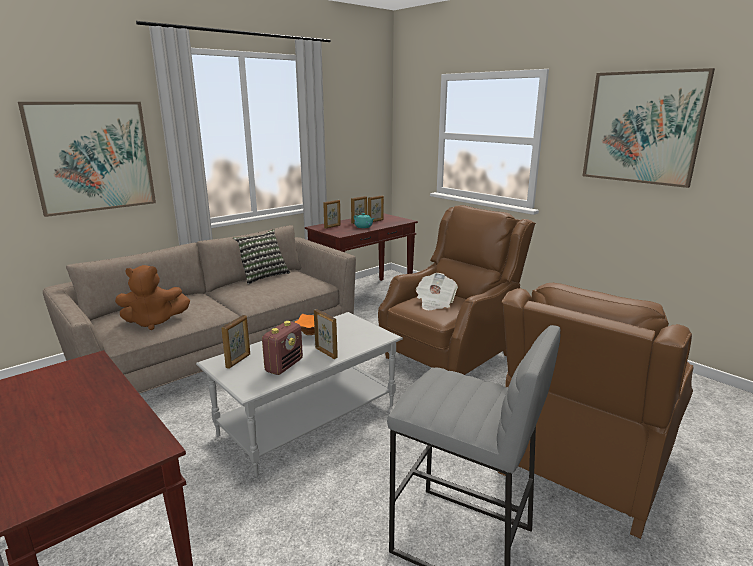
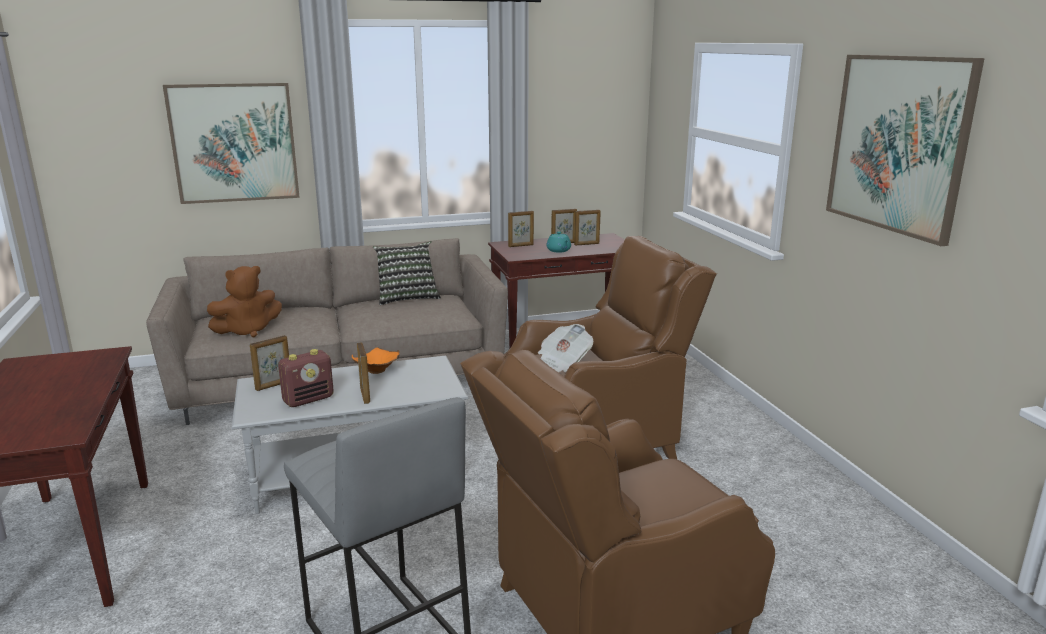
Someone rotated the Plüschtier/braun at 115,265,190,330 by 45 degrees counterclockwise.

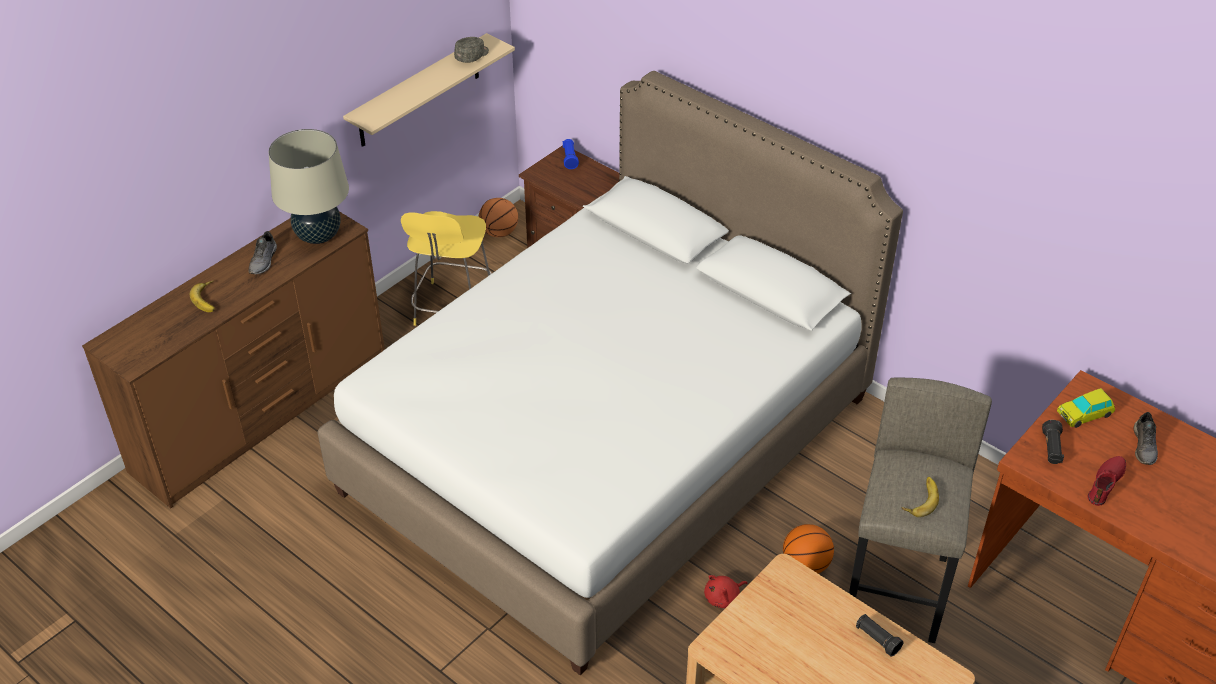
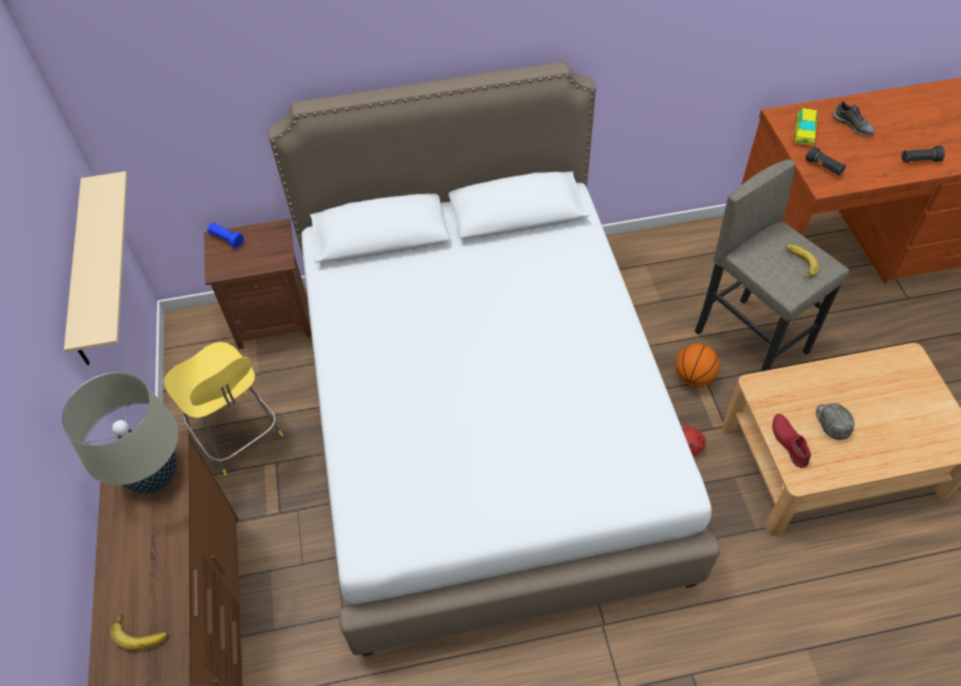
Someone took away the Schuh/grau at 249,231,277,274.
Someone carried the Kappe/grau from 454,37,489,63 to 816,403,855,440.
Someone took away the Basketball at 479,198,518,237.
Someone carried the Taschenlampe/schwarz from 856,614,903,657 to 902,146,945,163.
Someone carried the Schuh/rot from 1088,456,1126,506 to 772,414,811,468.

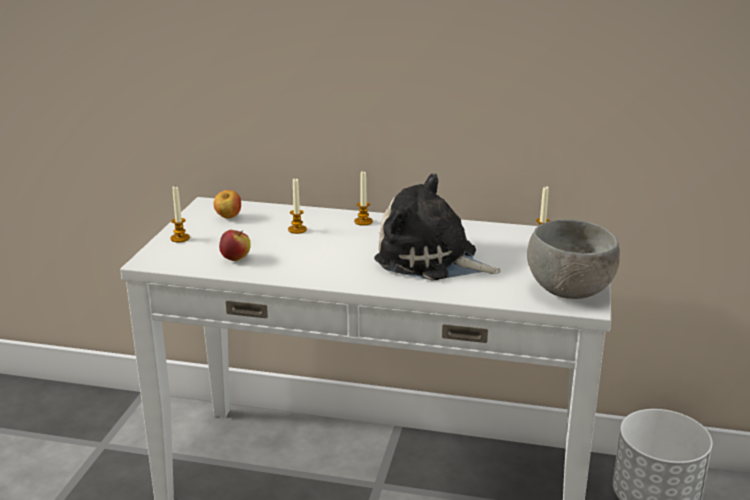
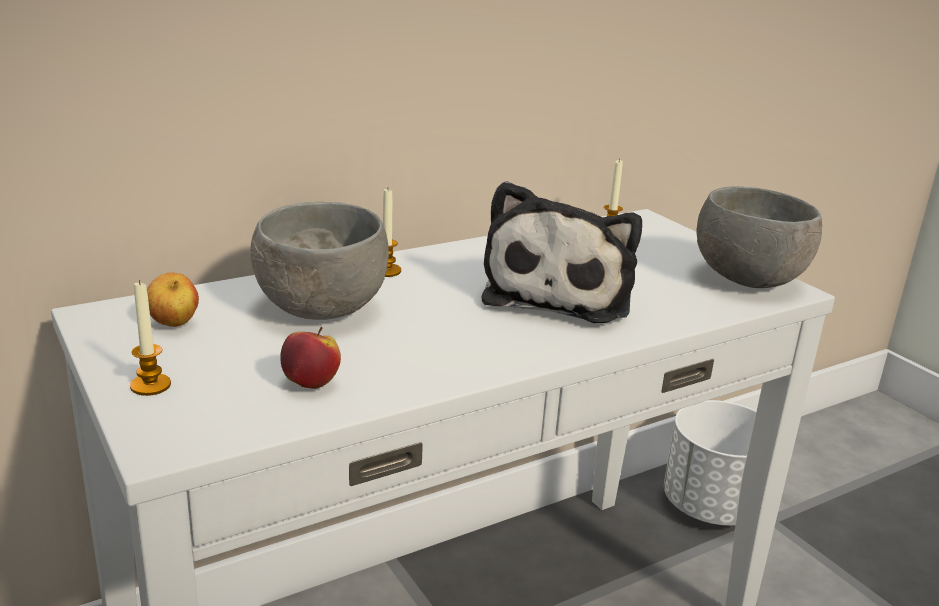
Someone swapped the Kerze at 288,177,307,234 for the Schüssel/grau at 250,202,389,320.
Someone rotated the Plüschtier at 374,173,501,281 by 60 degrees counterclockwise.

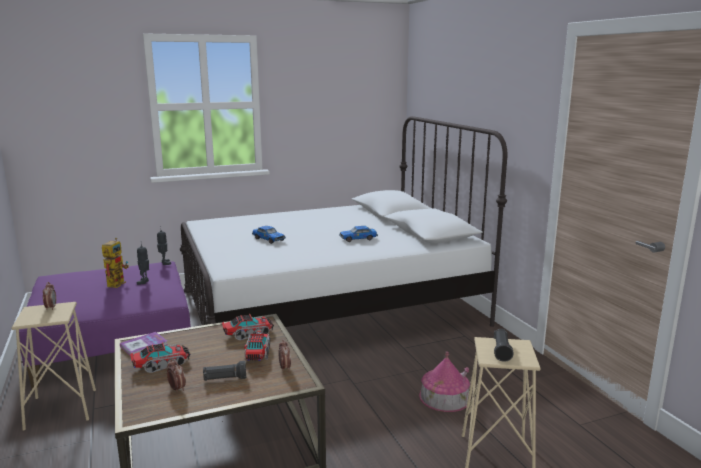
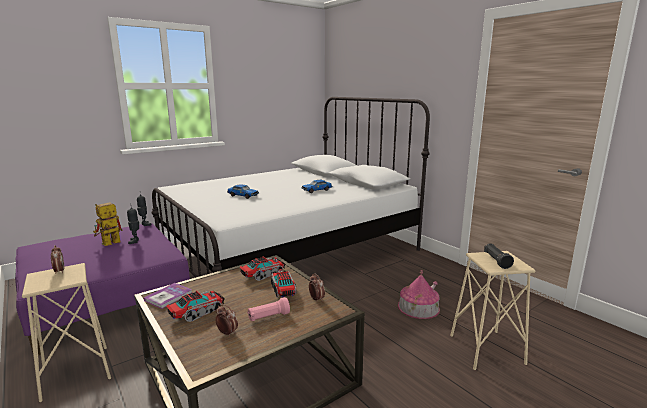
Someone rotated the Spielzeugroboter at 102,238,129,288 by 135 degrees counterclockwise.
Someone repainted the Taschenlampe/schwarz at 203,361,246,381, which became the Taschenlampe/rosa at 247,297,290,321.

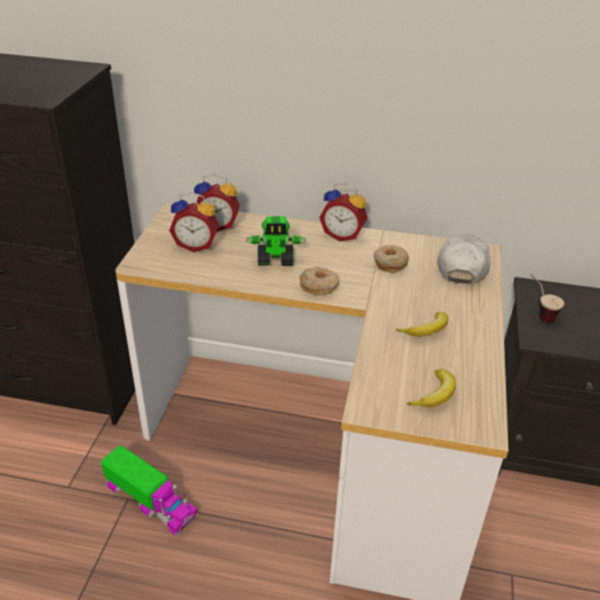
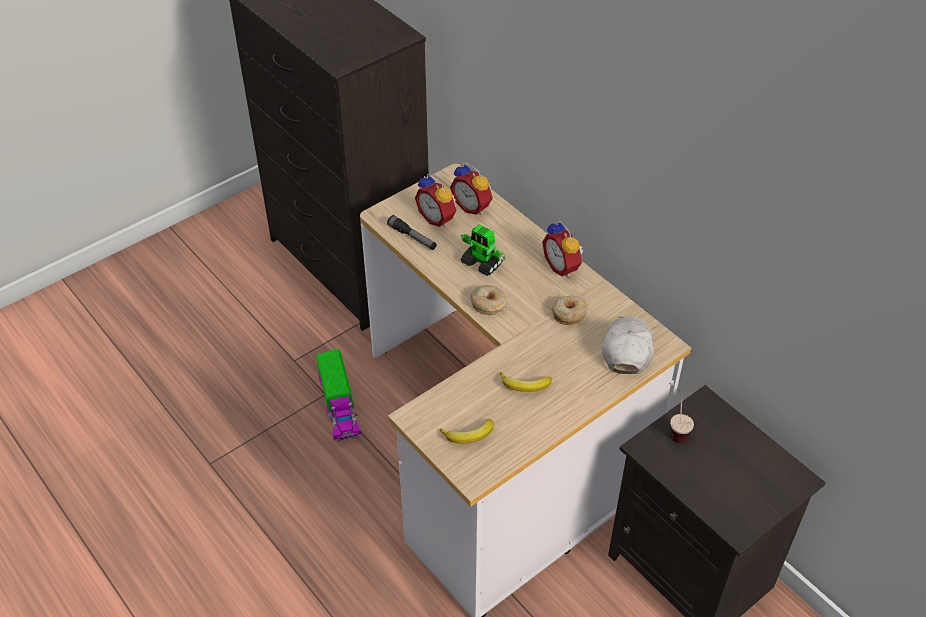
Someone rotated the Kappe/weiß at 437,234,490,284 by 45 degrees counterclockwise.
Someone put down the Taschenlampe at 387,215,437,250.

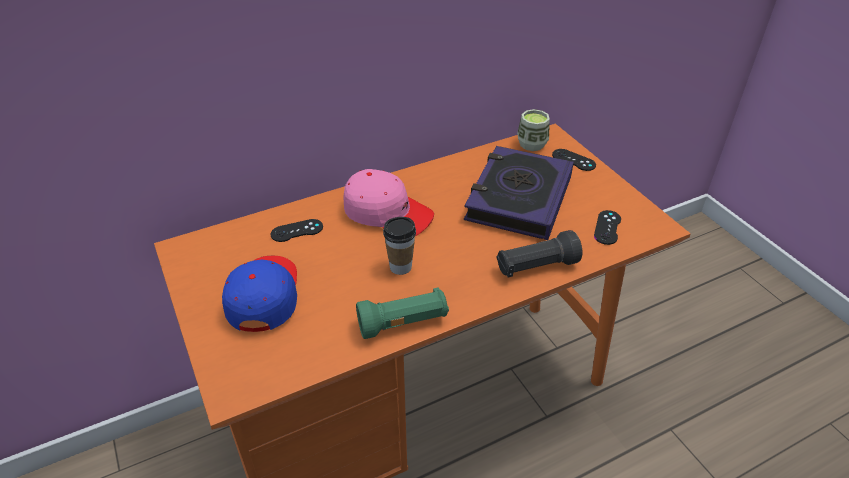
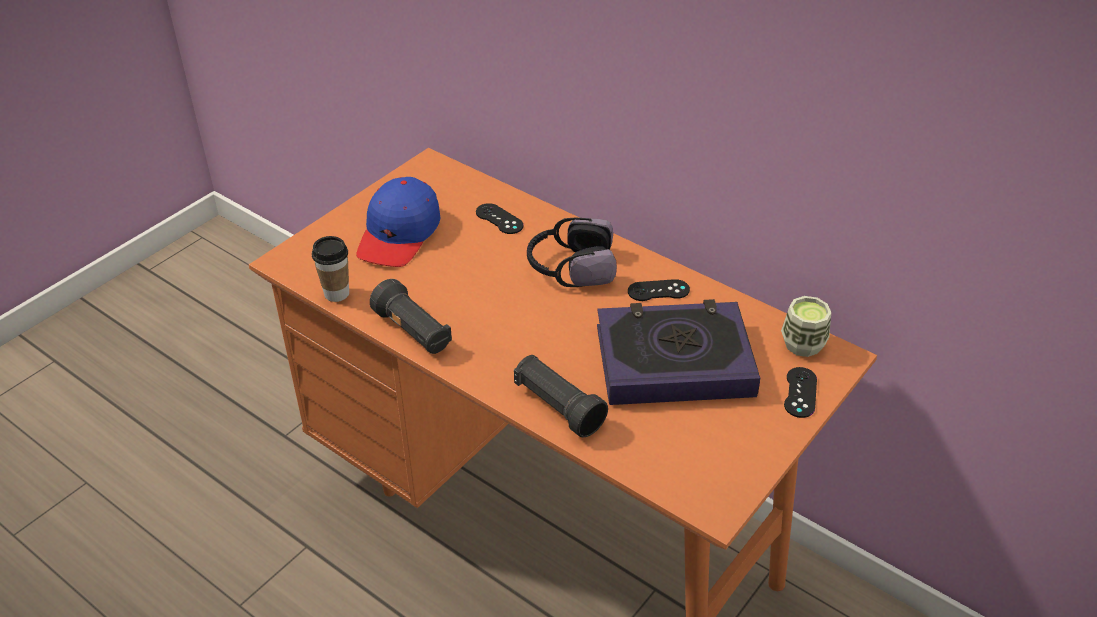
Someone rotated the Kappe/blau at 222,256,297,332 by 135 degrees clockwise.
Someone swapped the Kappe/rosa at 344,169,434,236 for the Kopfhörer at 527,218,617,287.
Someone repainted the Taschenlampe/grün at 356,287,449,339, which became the Taschenlampe/schwarz at 370,279,452,354.
Someone carried the Tasse from 383,217,416,275 to 312,236,349,302.
Someone carried the Gamepad/schwarz from 594,210,621,245 to 628,279,690,301.

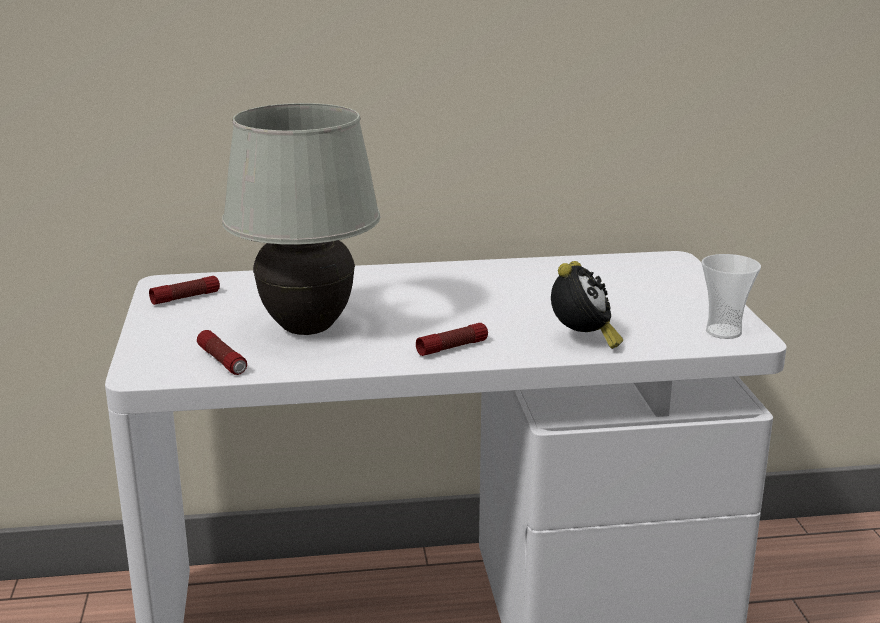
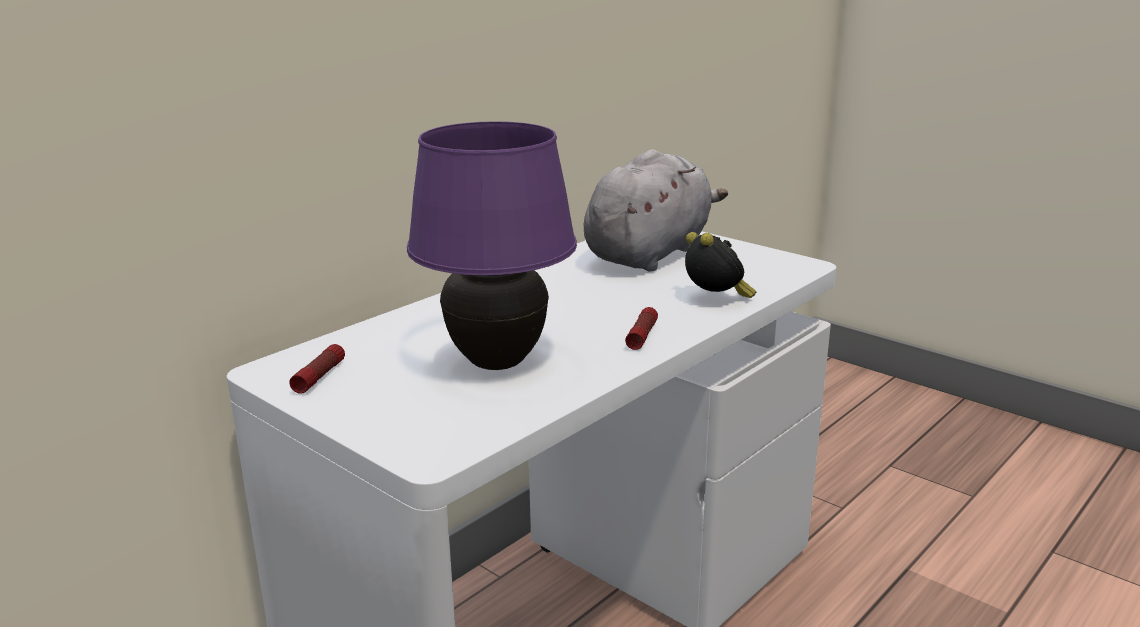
Someone took away the Taschenlampe at 197,330,247,375.
Someone repainted the Tischlampe/weiß at 222,103,380,335, which became the Tischlampe/lila at 407,121,577,370.
Someone took away the Tasse at 701,254,761,339.
Someone put down the Plüschtier/grau at 584,149,728,272.

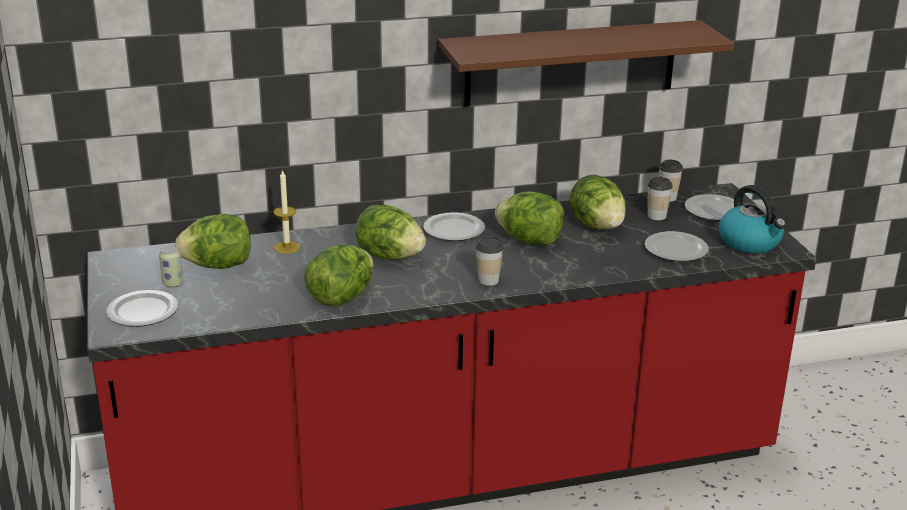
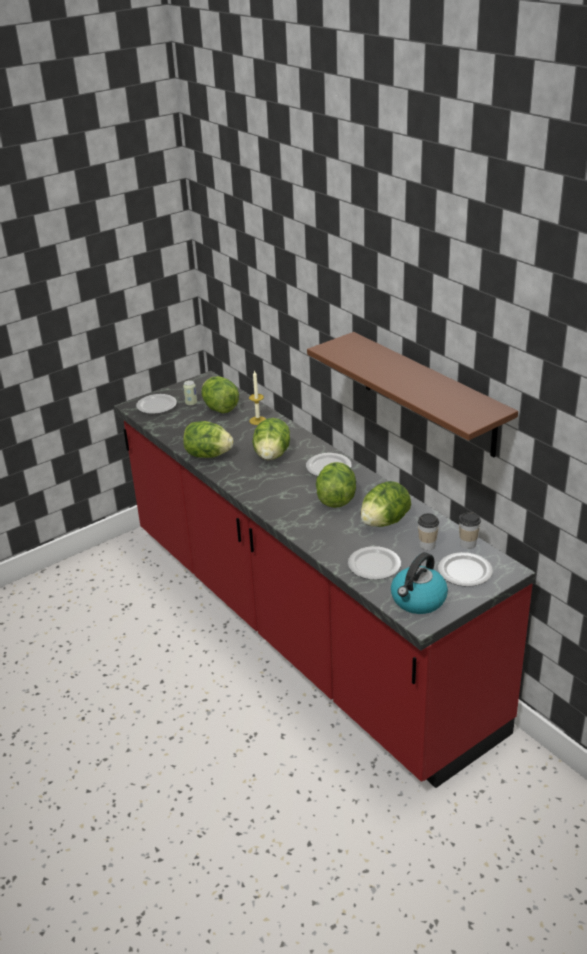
Someone took away the Tasse at 476,237,503,286.

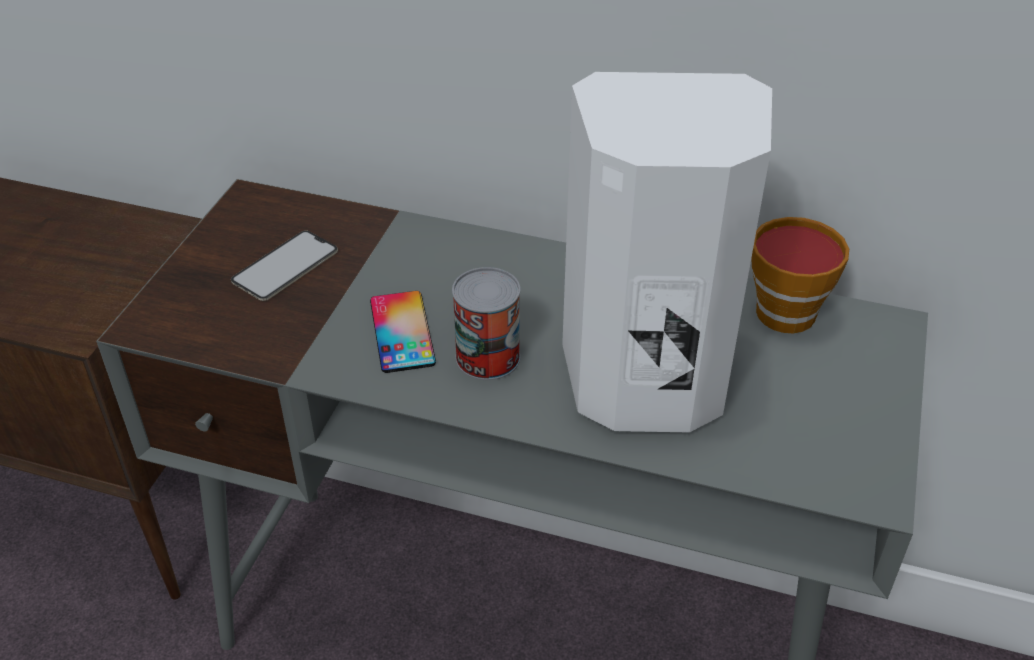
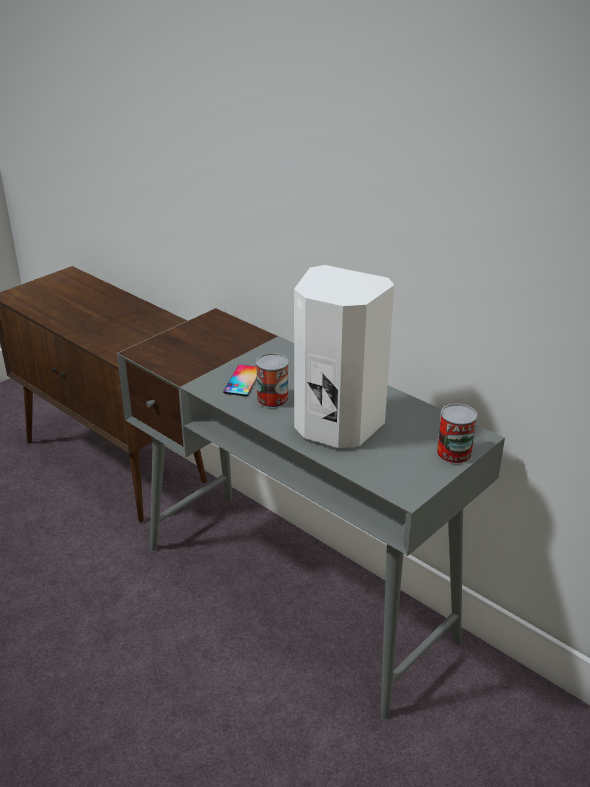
Someone took away the Handy at 231,230,338,301.
Someone took away the Tasse at 752,217,849,333.
Someone put down the Dose at 437,404,477,464.

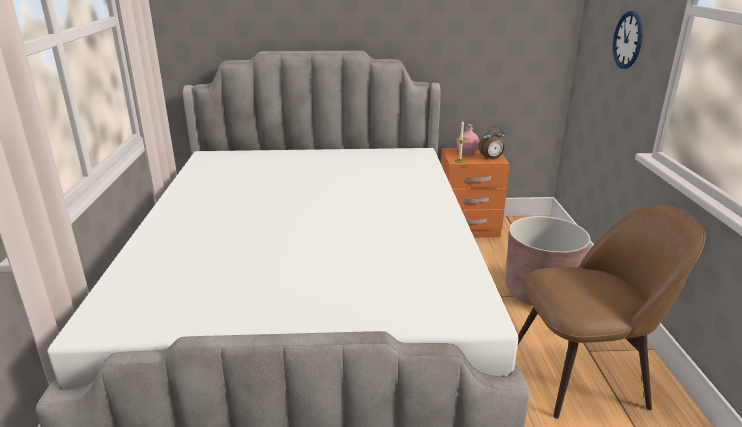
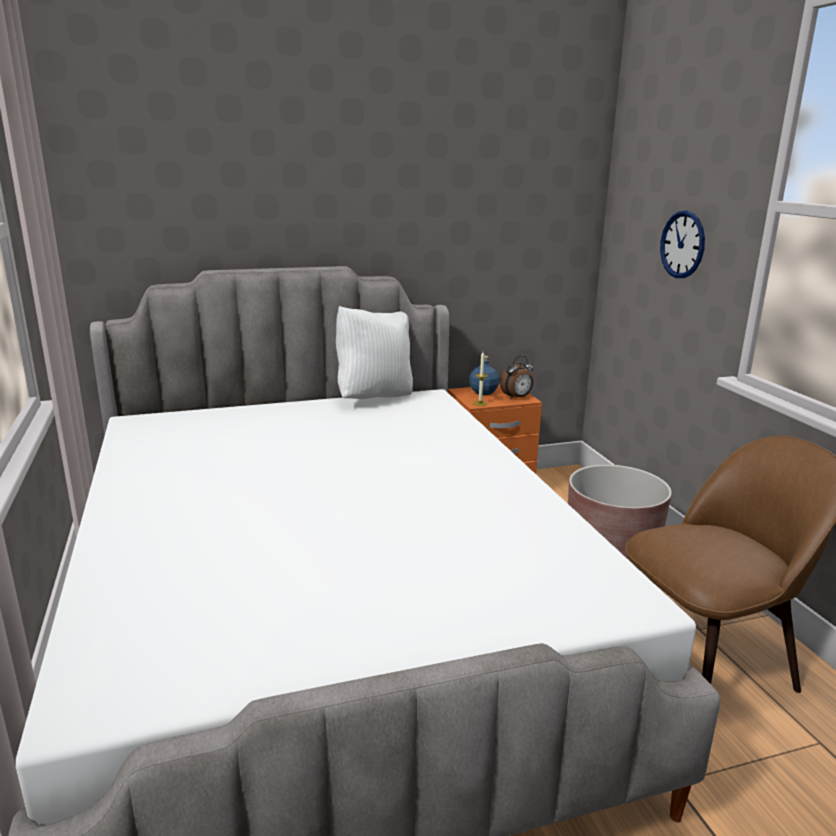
Someone repainted the Flasche/rosa at 457,124,480,155, which became the Flasche/blau at 469,356,500,395.
Someone put down the Kissen/weiß at 336,306,413,399.

